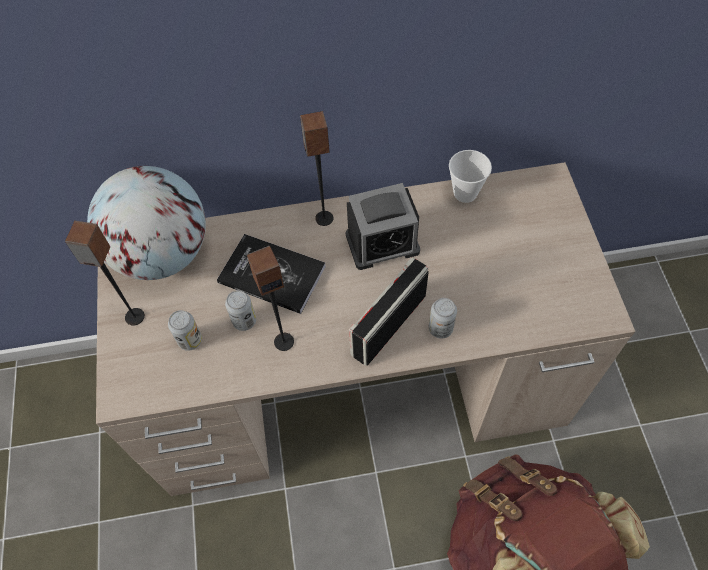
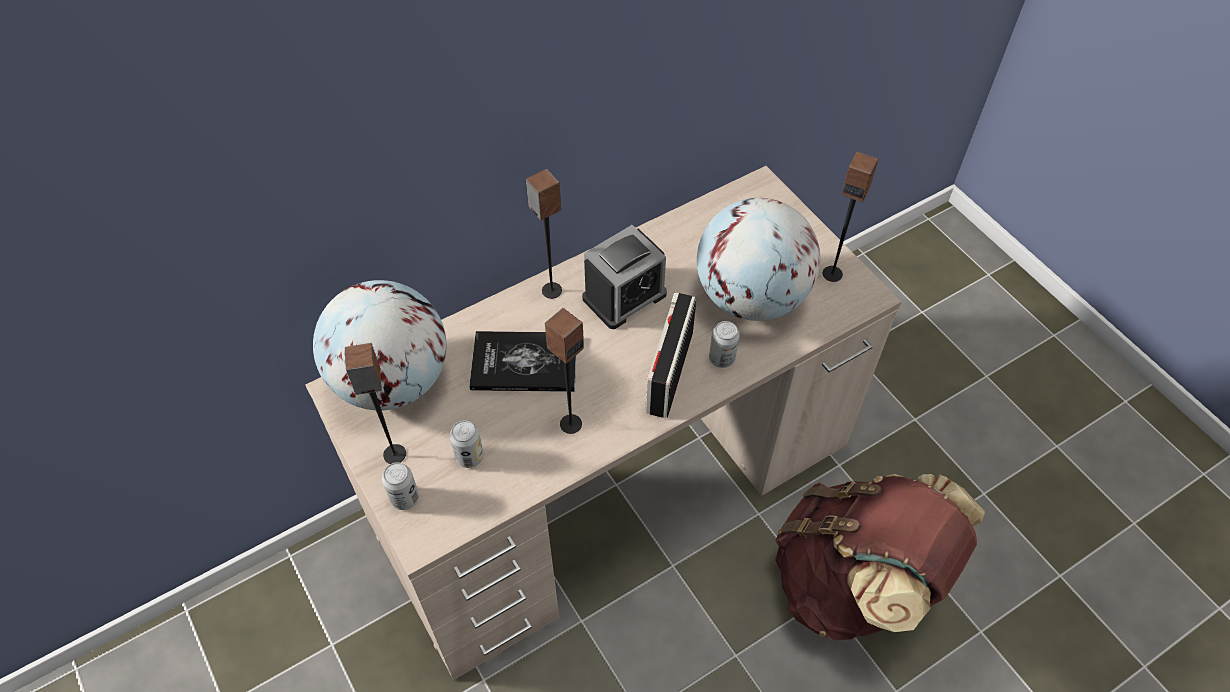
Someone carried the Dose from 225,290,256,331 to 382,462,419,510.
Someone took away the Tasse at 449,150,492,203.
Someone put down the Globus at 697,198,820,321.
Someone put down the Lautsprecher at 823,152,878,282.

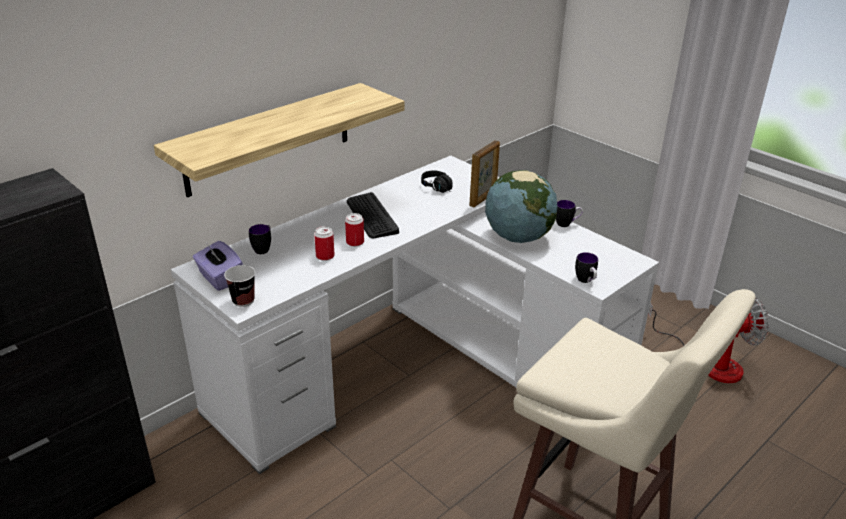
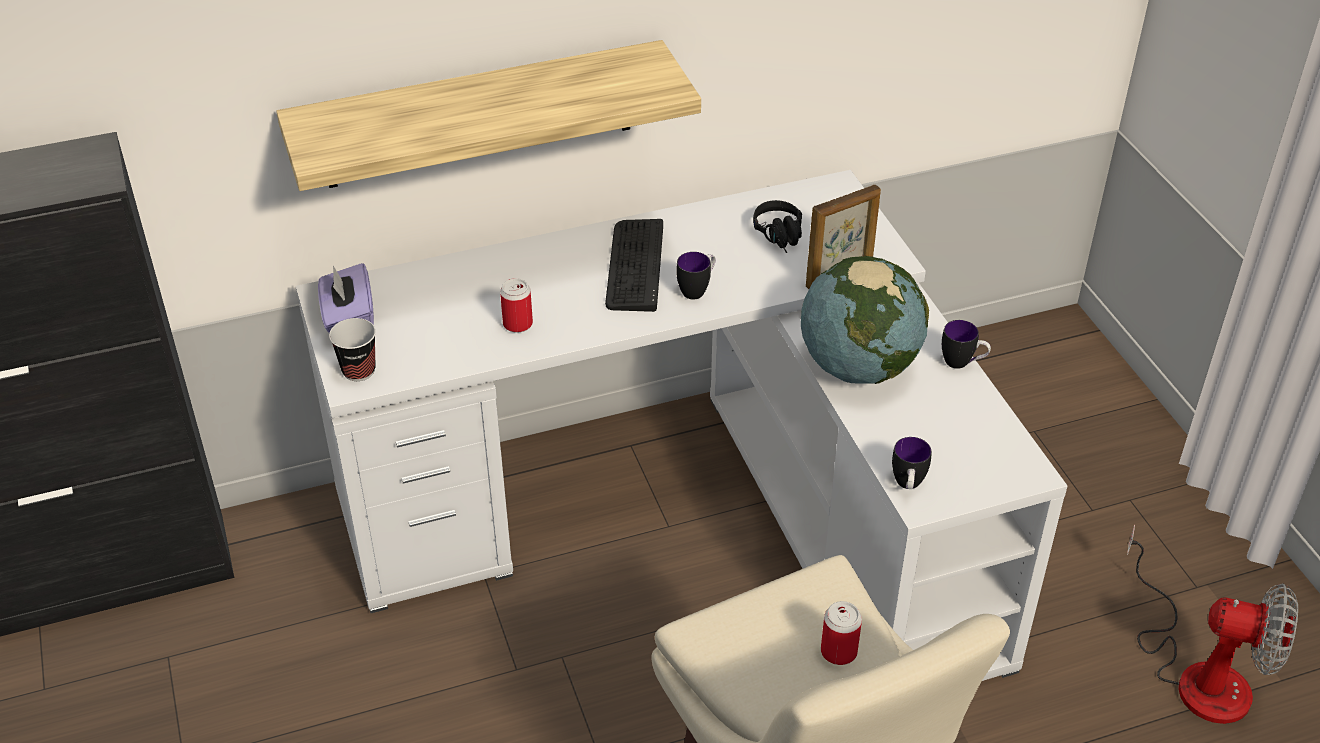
Someone carried the Henkelbecher from 249,224,271,254 to 676,252,716,299.
Someone carried the Dose from 345,213,364,246 to 821,601,862,665.

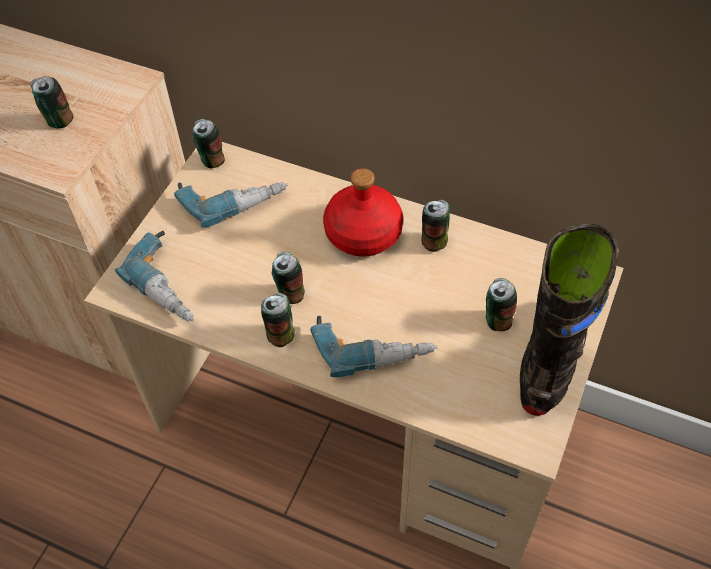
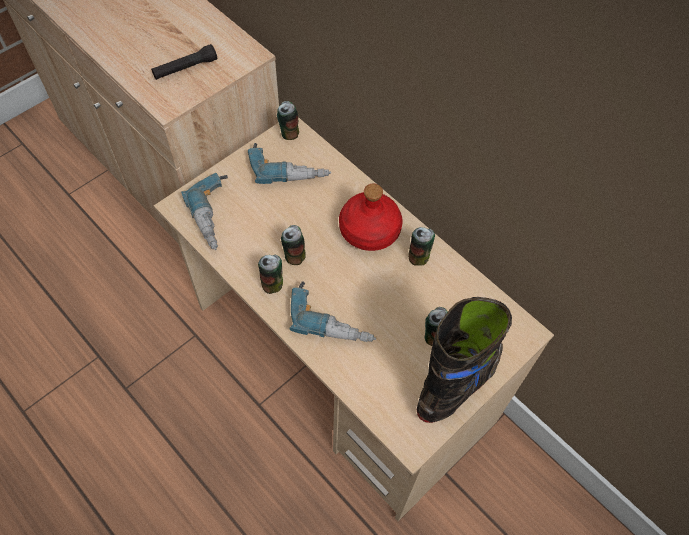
Someone swapped the Dose at 30,76,73,129 for the Taschenlampe/schwarz at 151,44,217,80.

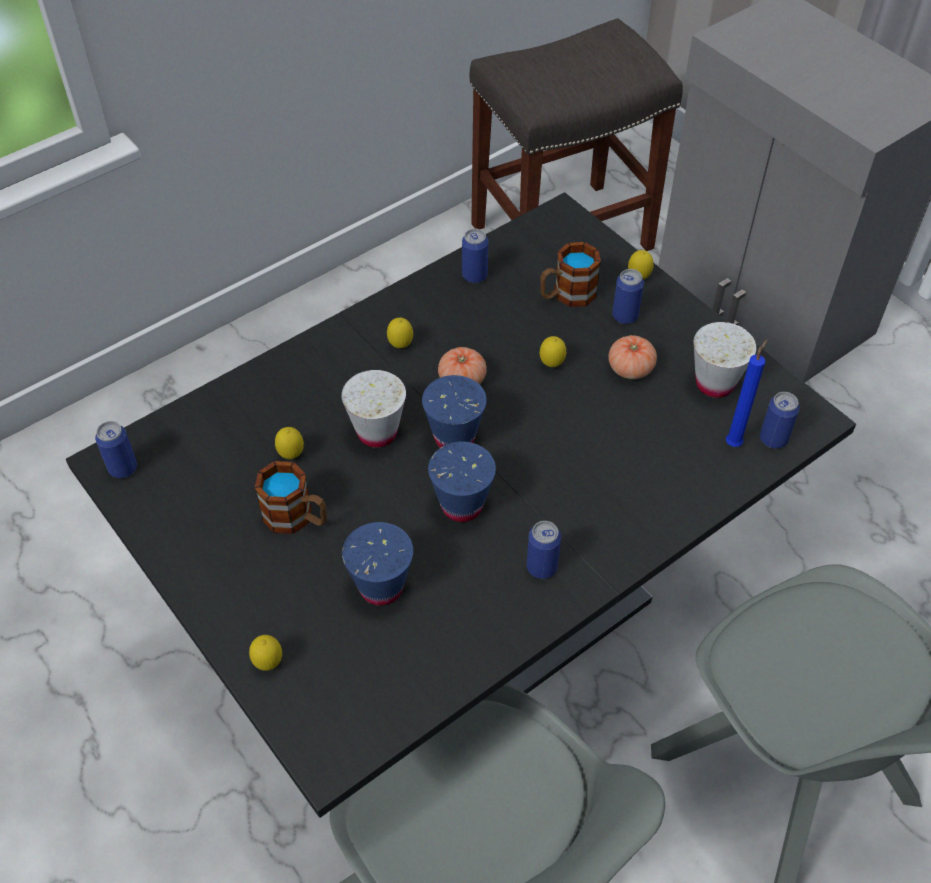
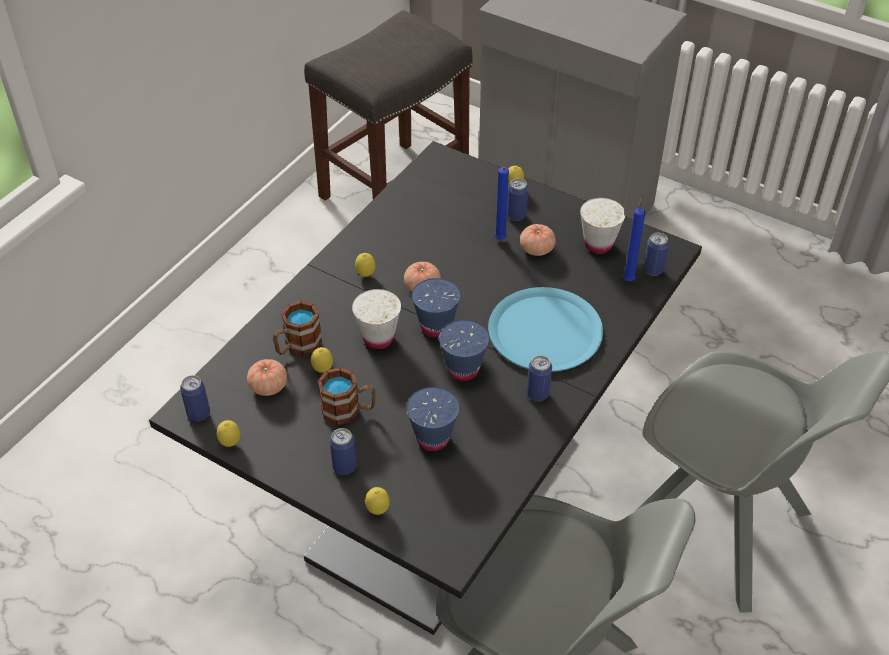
Someone carried the Dose from 462,229,488,283 to 330,428,357,475.
Someone carried the Henkelbecher from 540,242,601,307 to 273,300,322,356.
Someone carried the Zitrone from 540,336,566,367 to 217,420,240,447.
Someone put down the Tomate at 247,359,287,396.
Someone put down the Teller/blau at 488,287,603,372.
Someone put down the Kerze/blau at 495,167,509,240.

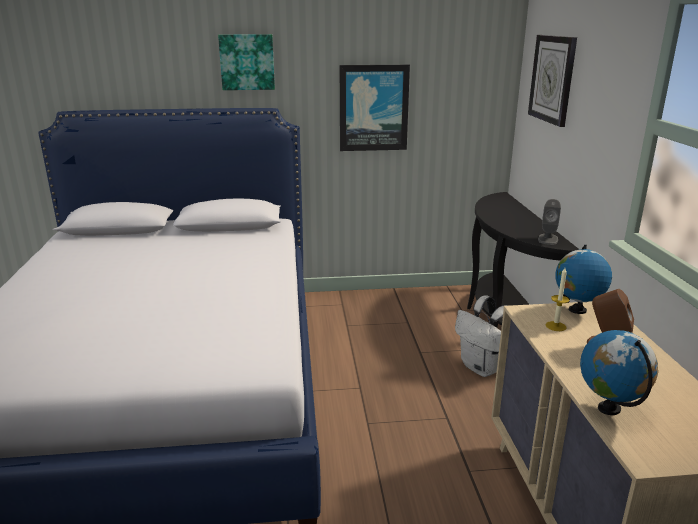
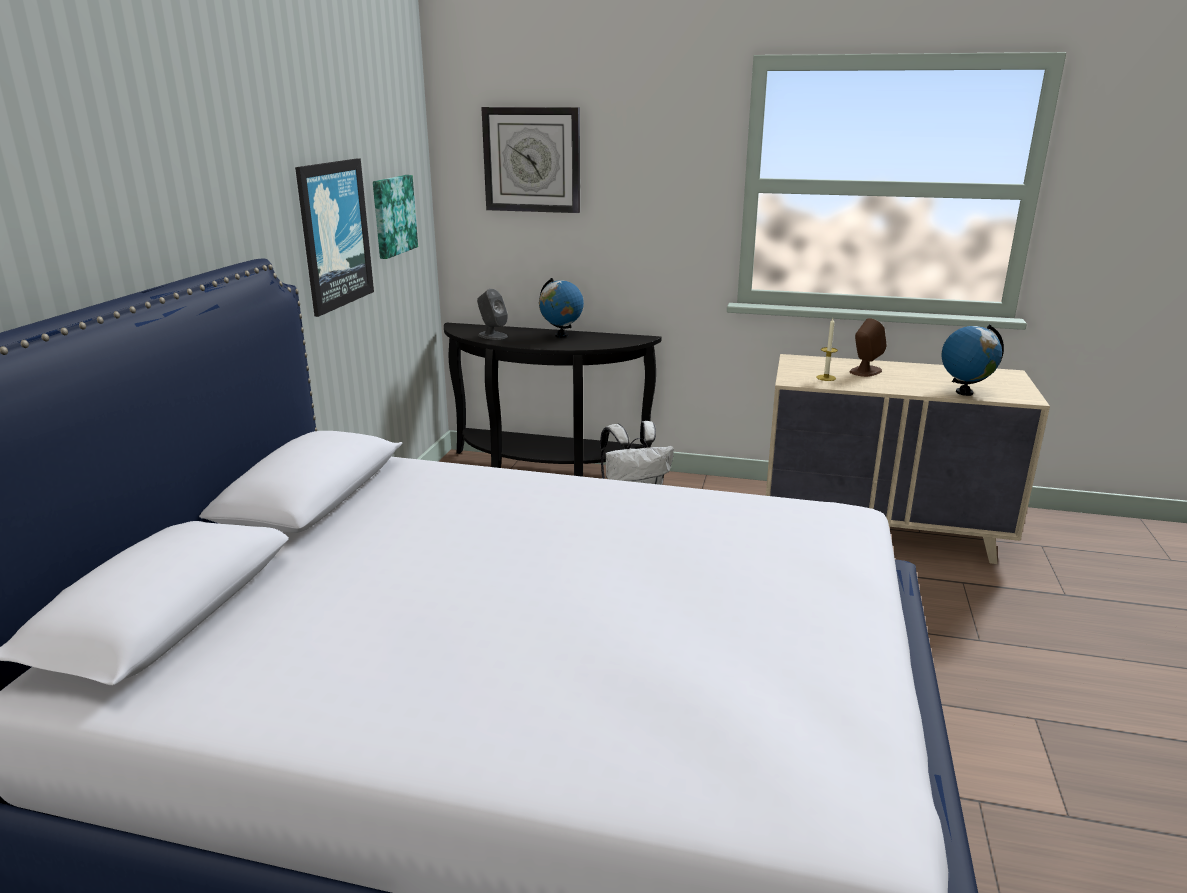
Someone carried the Bild from 218,34,275,90 to 373,175,418,259.
Someone carried the Lautsprecher/grau from 538,199,561,245 to 477,289,508,340.
Someone carried the Globus from 555,245,612,314 to 539,278,584,337.

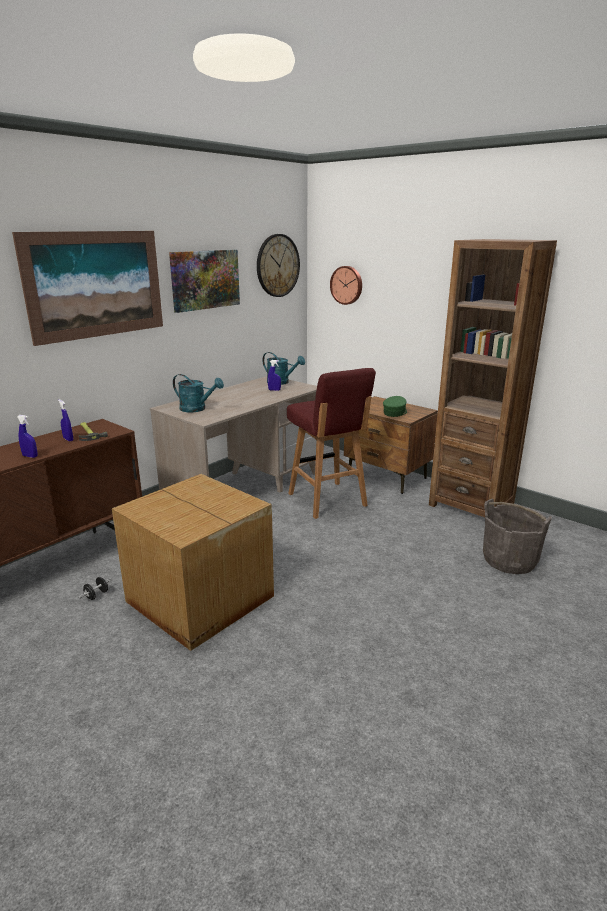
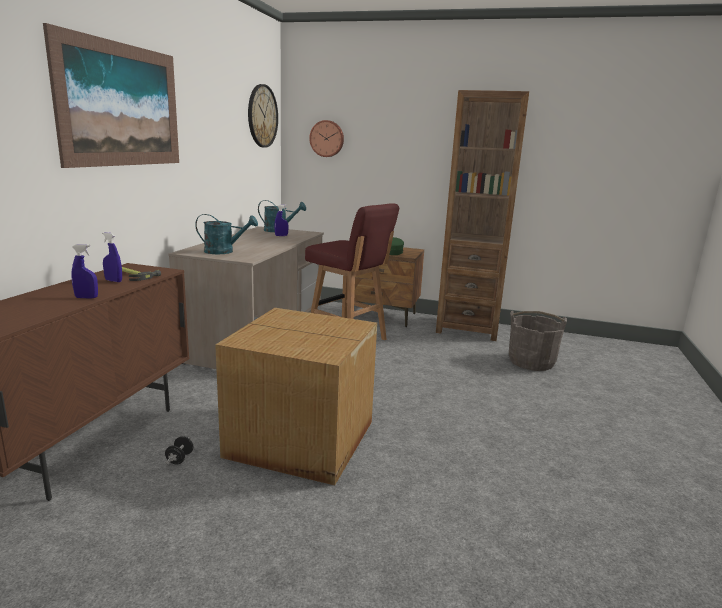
Someone took away the Bild at 169,250,240,313.

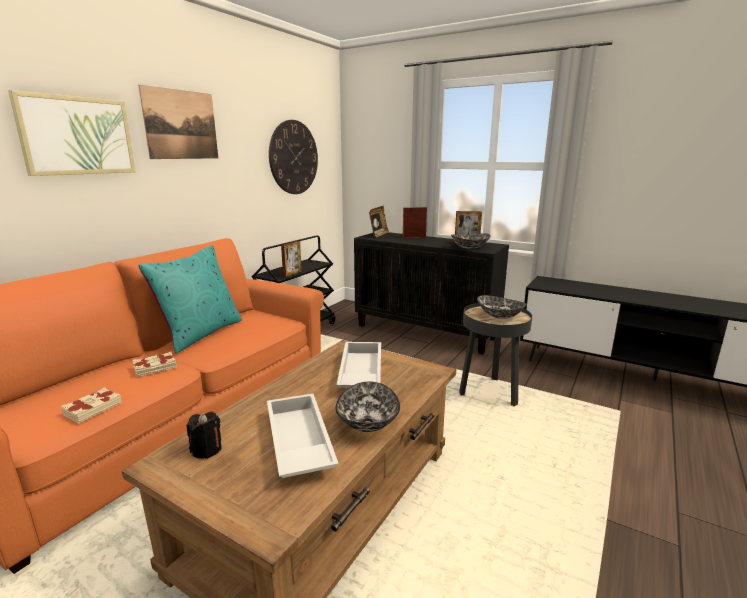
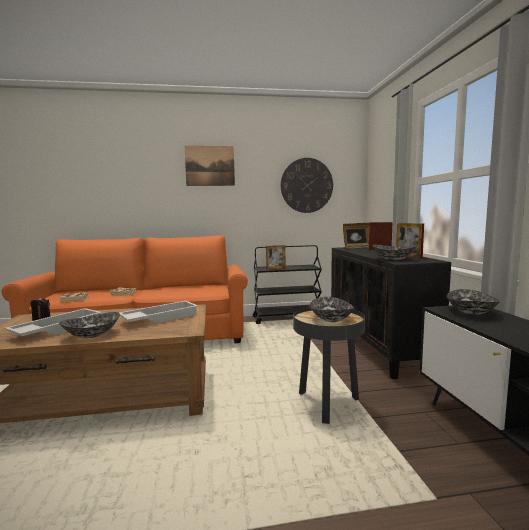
Someone took away the Bild at 8,90,136,176.
Someone took away the Kissen/türkis at 139,246,242,354.
Someone put down the Schüssel at 447,289,499,315.

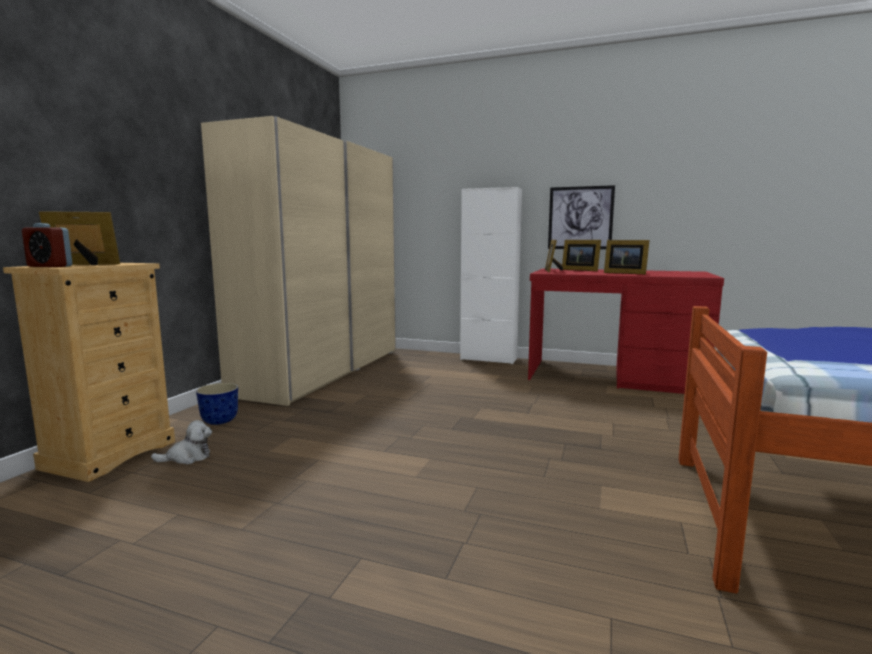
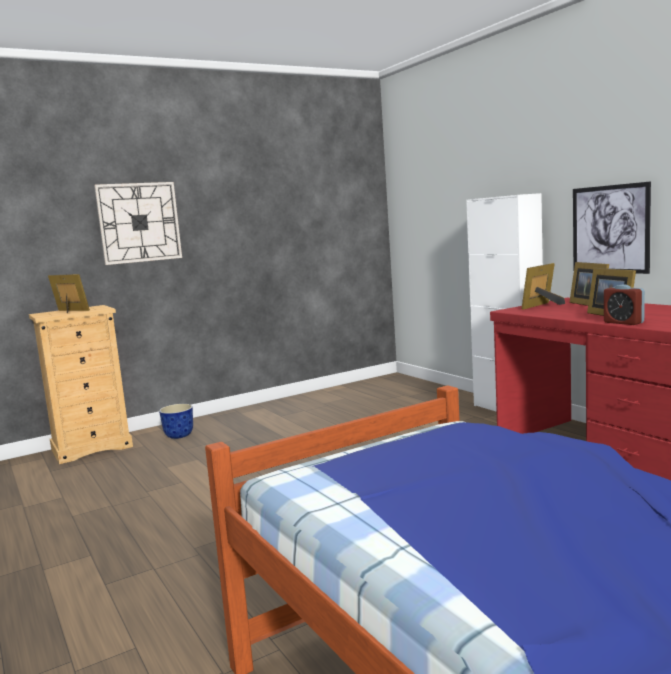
Someone carried the Wecker from 22,223,72,267 to 604,284,645,325.
Someone took away the Plüschtier at 151,420,212,464.
Someone took away the Kleiderschrank/beige at 201,116,396,406.
Someone put up the Wanduhr at 94,182,182,265.

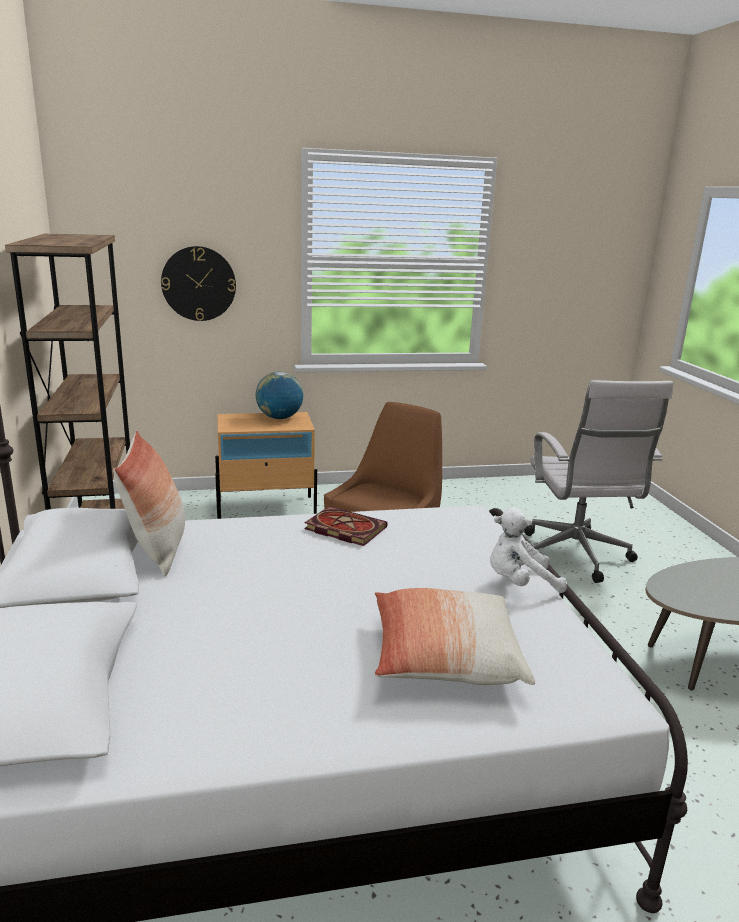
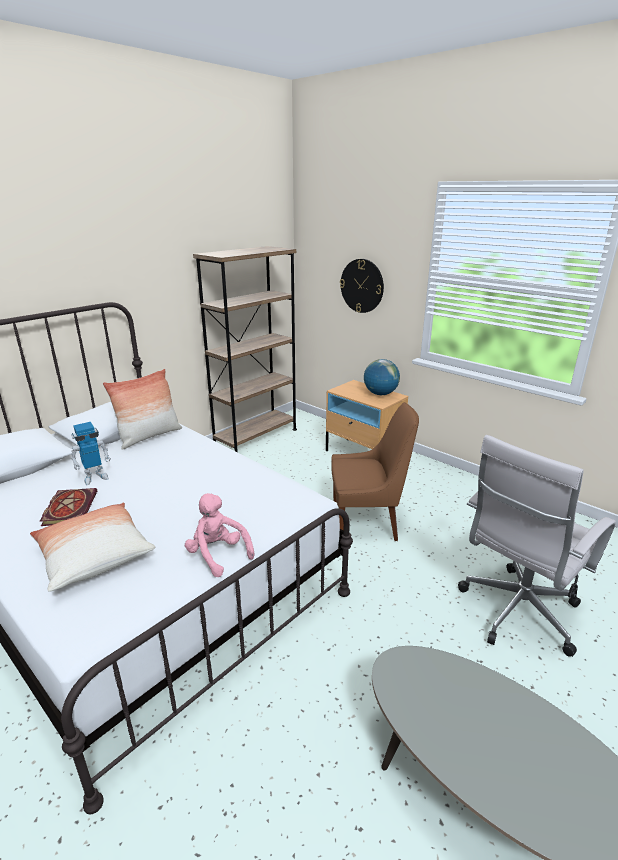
Someone carried the Buch from 304,506,388,546 to 39,488,97,526.
Someone repainted the Plüschtier/weiß at 490,508,567,593, which became the Plüschtier/rosa at 185,493,254,577.
Someone put down the Spielzeugroboter at 71,422,111,485.

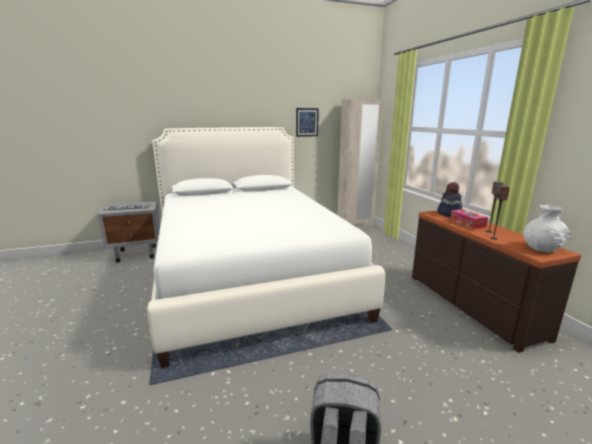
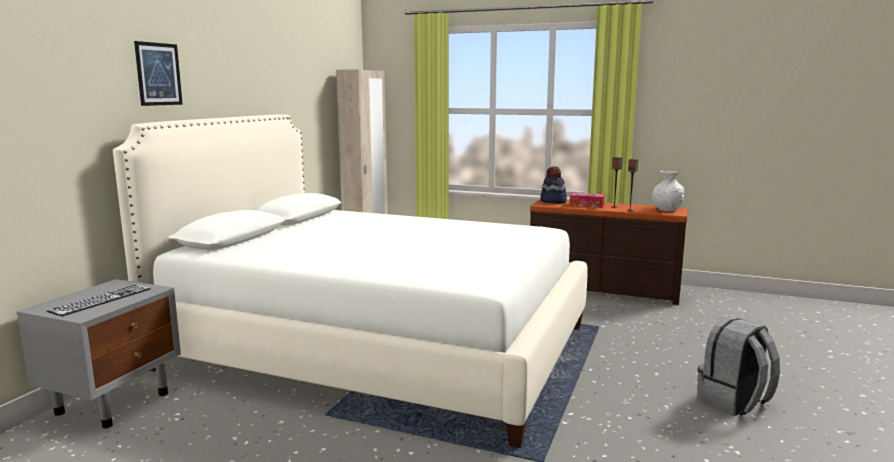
Someone carried the Bild from 296,108,319,137 to 134,41,183,106.

